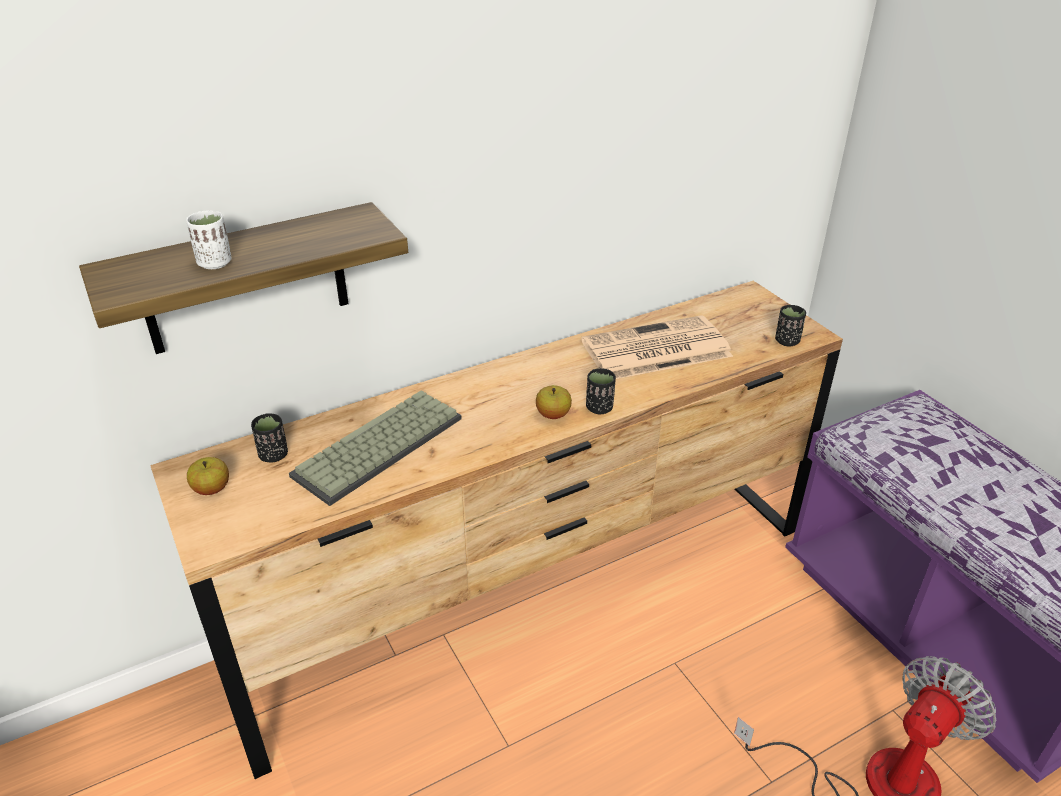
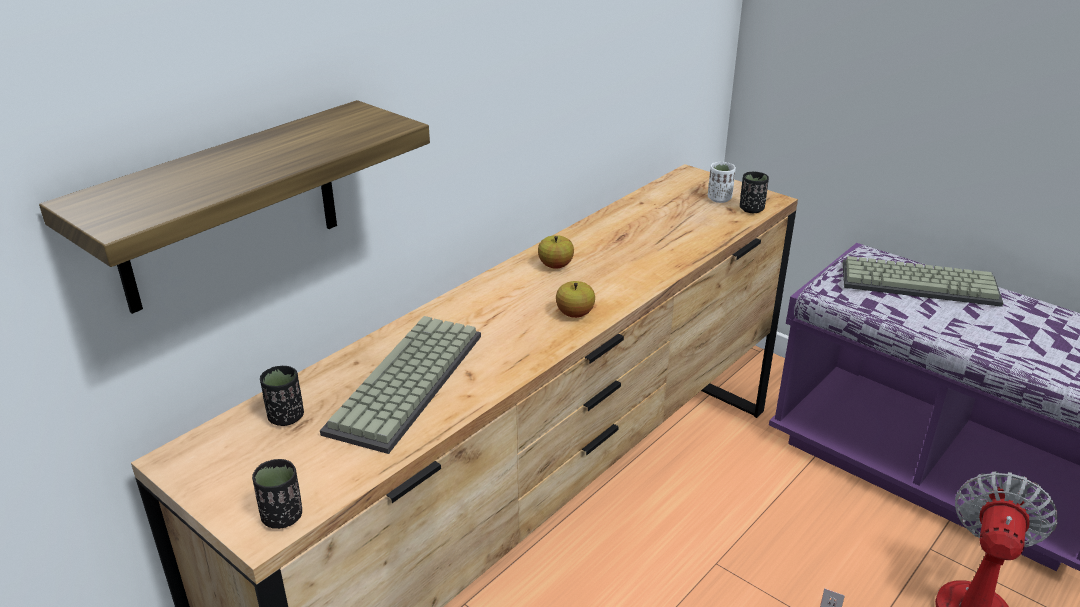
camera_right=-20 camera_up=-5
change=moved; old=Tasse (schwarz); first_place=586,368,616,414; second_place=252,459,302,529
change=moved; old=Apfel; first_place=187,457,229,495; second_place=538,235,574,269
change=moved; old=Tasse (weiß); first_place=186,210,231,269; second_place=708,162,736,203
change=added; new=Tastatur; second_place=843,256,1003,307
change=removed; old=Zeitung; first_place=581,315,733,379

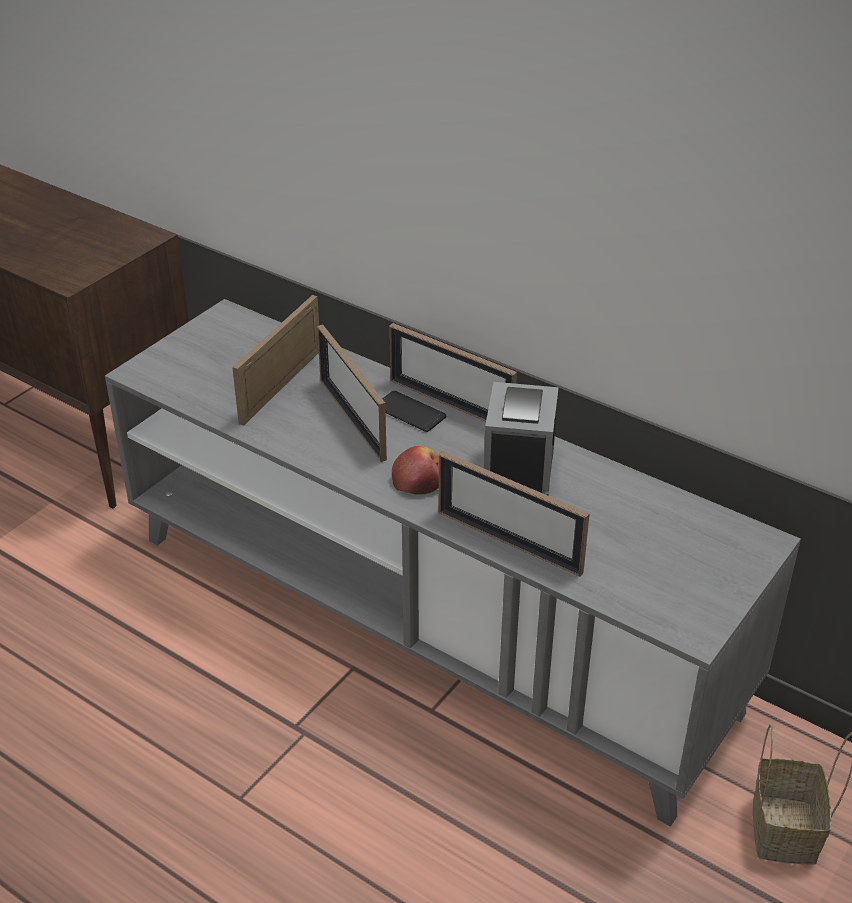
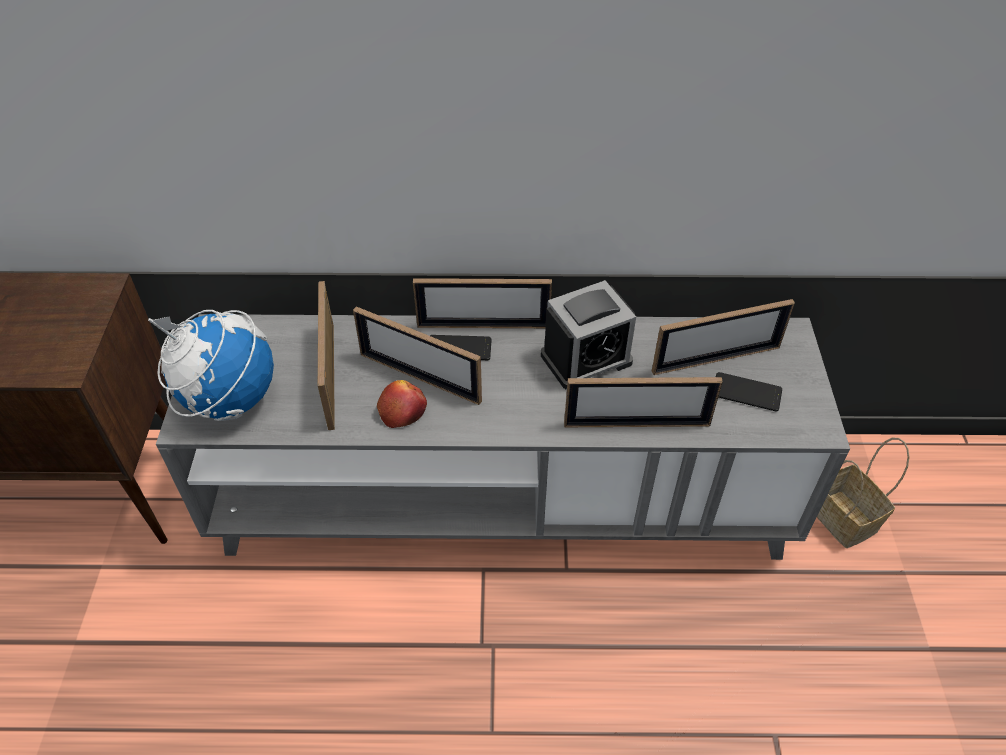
camera_right=-35 camera_up=10
change=added; new=Globus; second_place=148,310,274,421
change=moved; old=Apfel; first_place=392,446,439,495; second_place=377,380,427,428
change=turned; old=Wecker; first_place=484,382,559,495; second_place=541,280,636,390; degrees=-90
change=added; new=Bilderrahmen; second_place=652,299,795,375
change=added; new=Handy; second_place=716,372,782,412

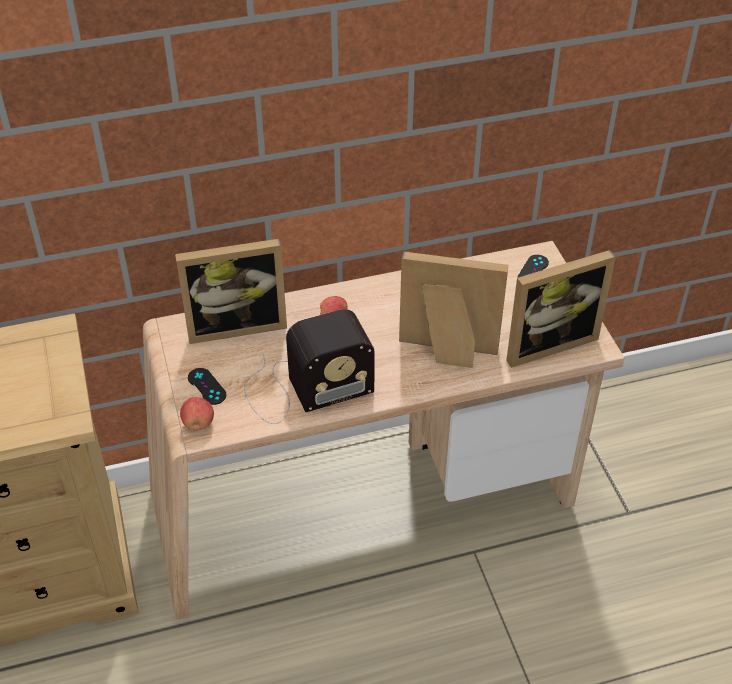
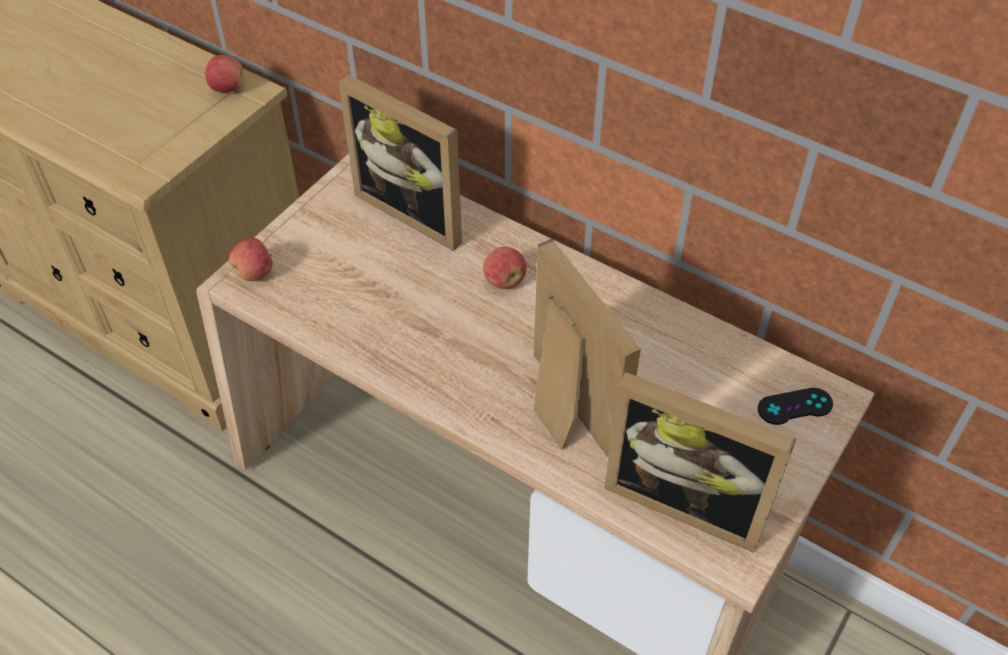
camera_right=50 camera_up=5
change=added; new=Apfel; second_place=205,55,243,93
change=removed; old=Gamepad (schwarz); first_place=188,368,226,405
change=removed; old=Radio; first_place=244,309,375,424

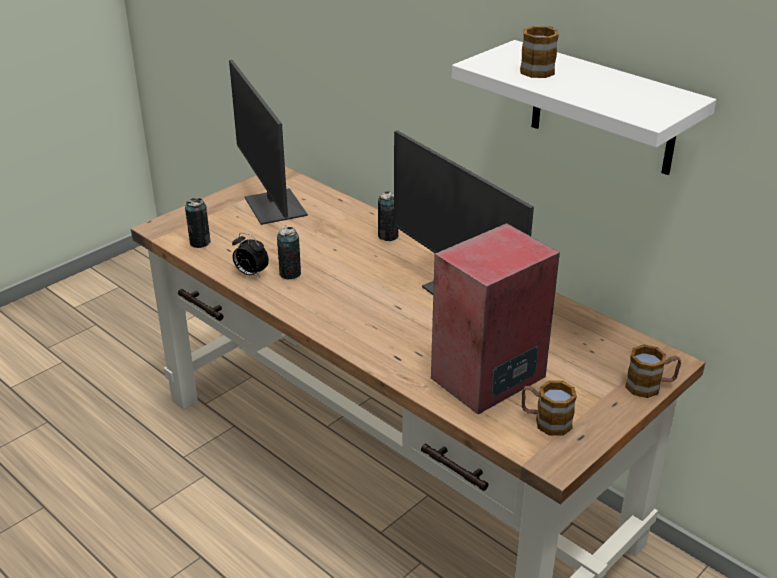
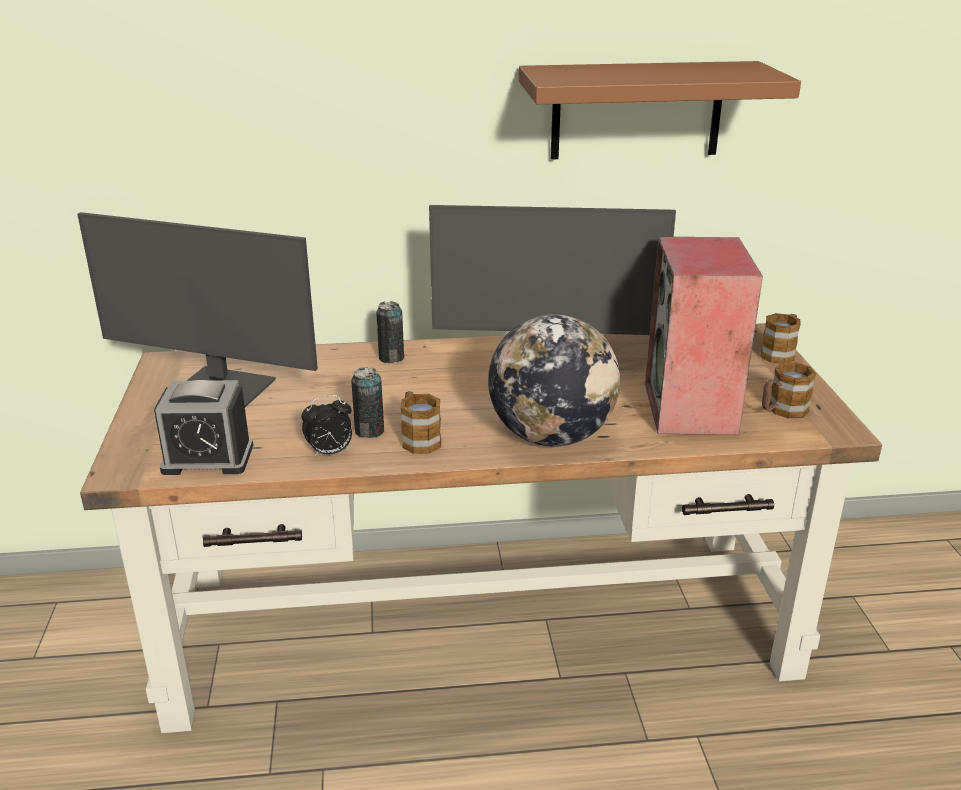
camera_right=-50 camera_up=-5
change=replaced; old=Dose; new=Wecker; first_place=185,198,211,248; second_place=154,380,253,475
change=moved; old=Henkelbecher; first_place=520,26,559,78; second_place=401,391,441,454
change=added; new=Globus; second_place=488,314,620,446
change=recoloured; old=Wandregal (weiß); new=Wandregal (braun); first_place=452,40,716,175; second_place=519,61,801,160

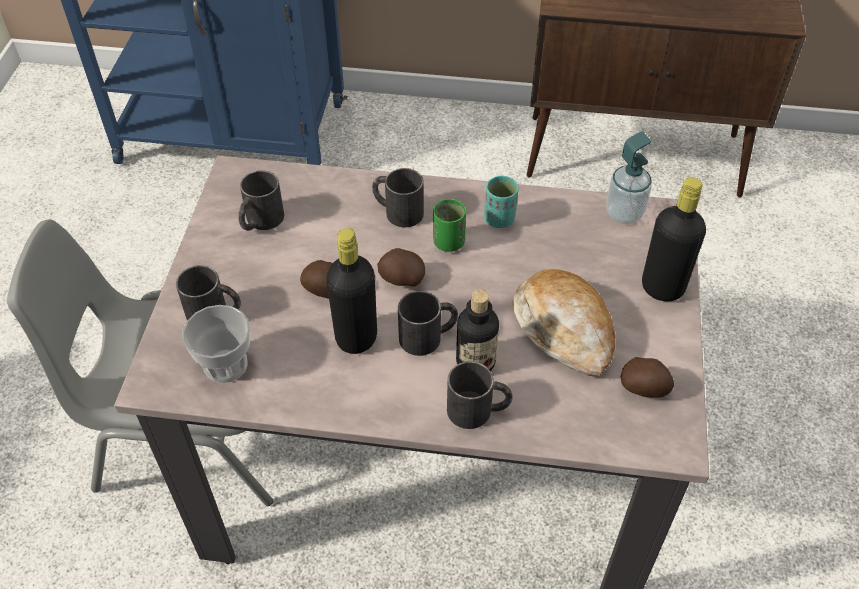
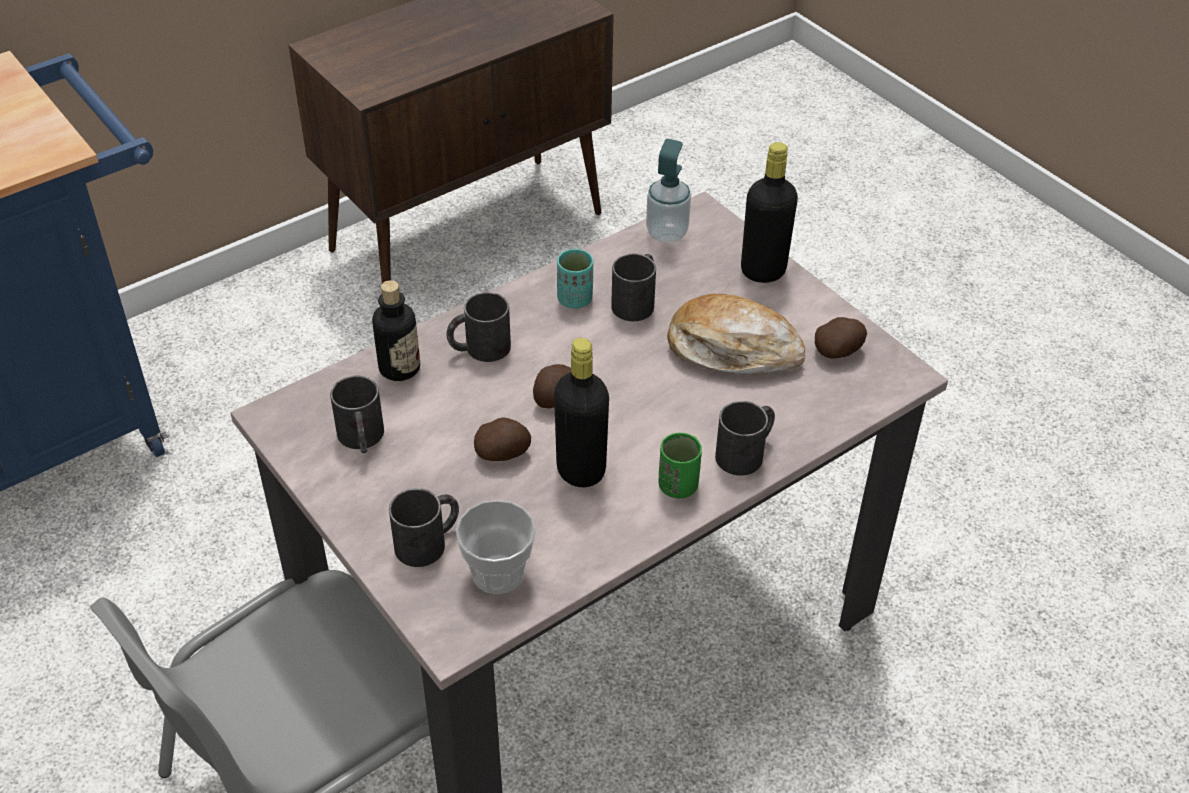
camera_right=-45 camera_up=-5
change=moved; old=Flasche; first_place=456,290,499,371; second_place=372,280,420,381
change=moved; old=Henkelbecher (schwarz); first_place=398,291,458,356; second_place=611,253,656,321
change=moved; old=Tasse (grün); first_place=433,199,466,252; second_place=658,433,702,499

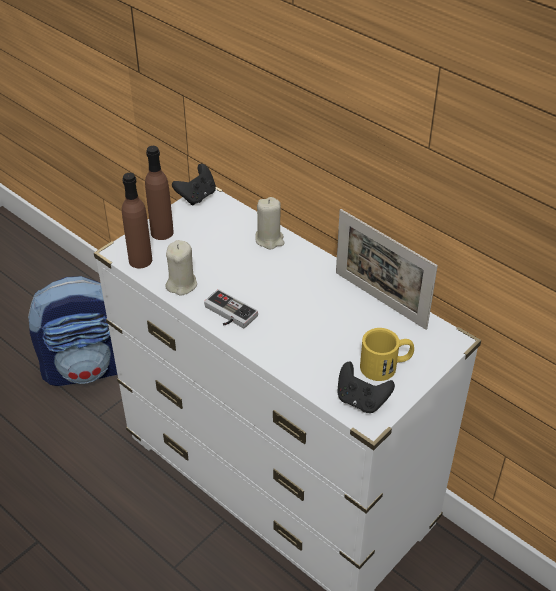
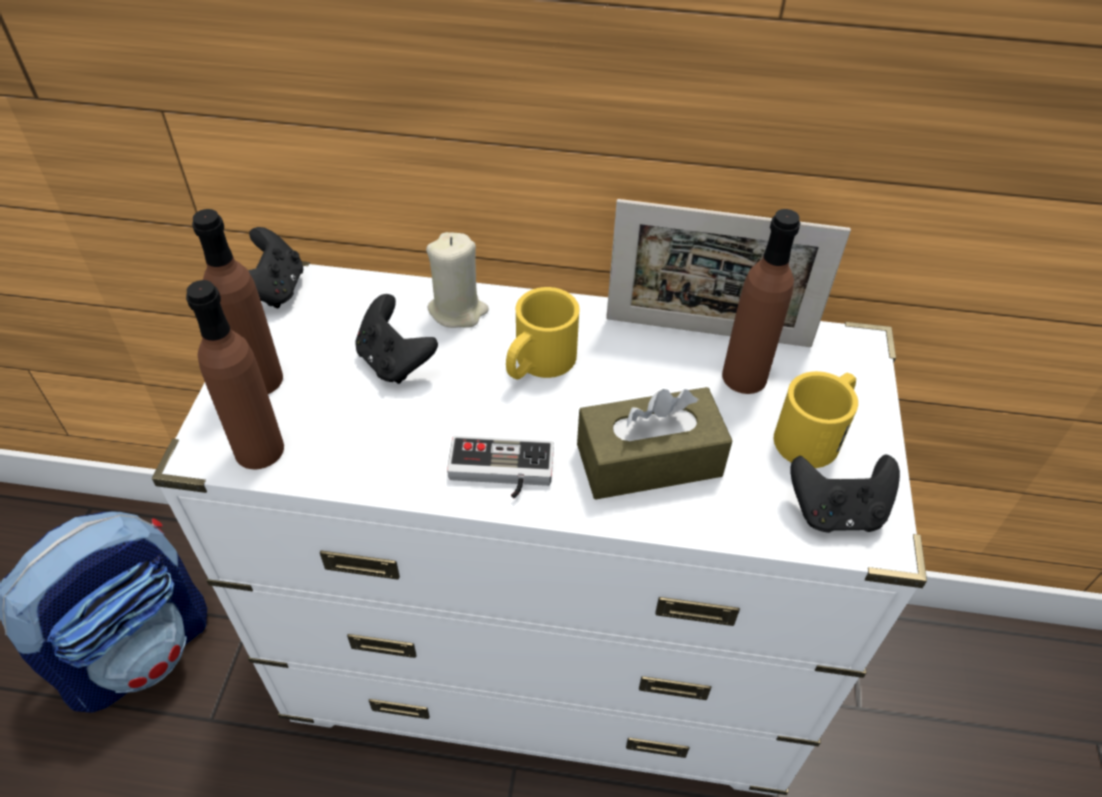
camera_right=-35 camera_up=5
change=added; new=Gamepad (schwarz); second_place=355,294,438,384
change=added; new=Henkelbecher (gelb); second_place=506,287,580,379
change=added; new=Taschentuchbox (braun); second_place=577,387,732,499
change=added; new=Flasche (braun); second_place=722,209,800,394
change=removed; old=Kerze (beige); first_place=165,240,197,296

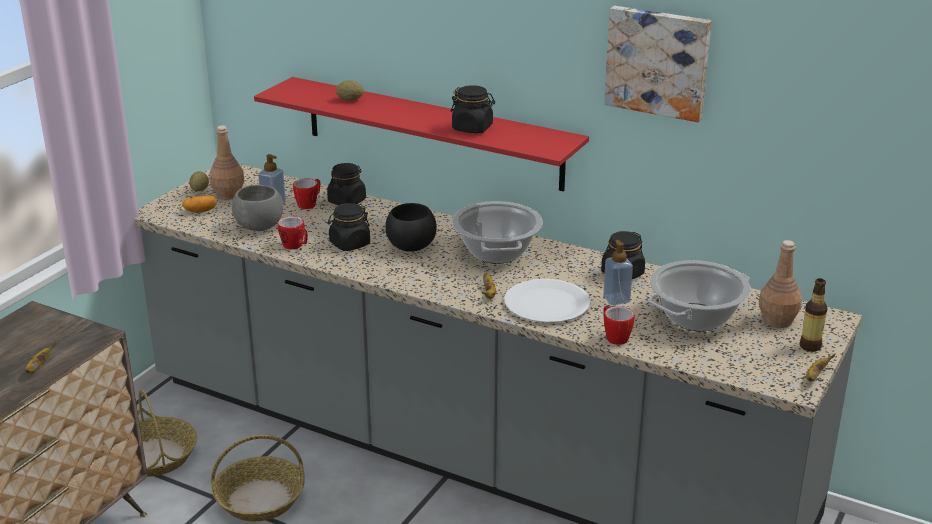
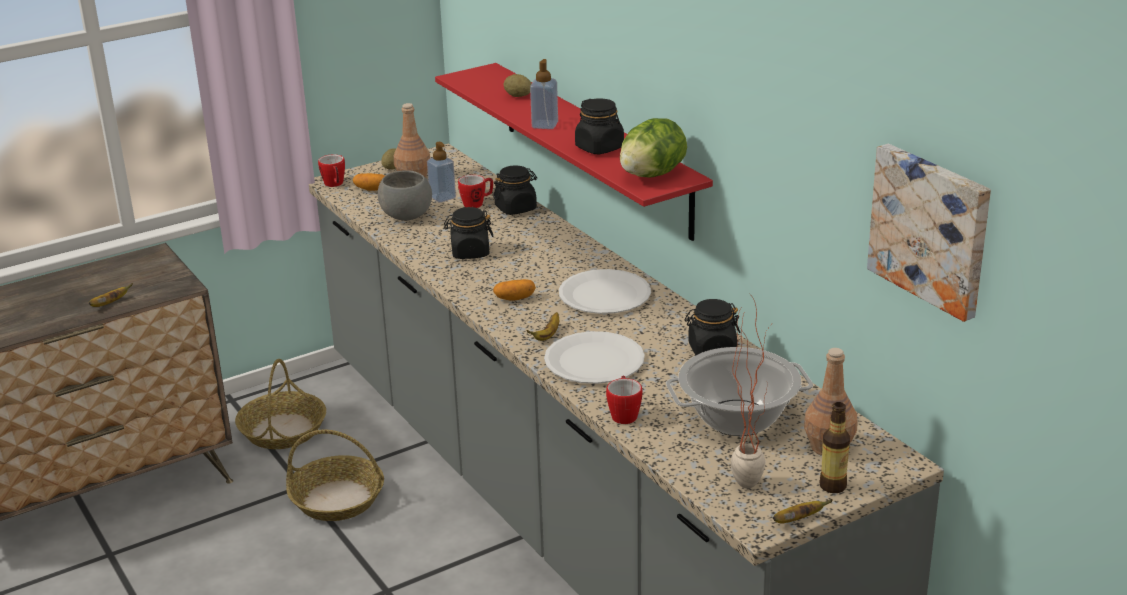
camera_right=30 camera_up=0
change=moved; old=Henkelbecher; first_place=278,216,308,249; second_place=318,154,345,187
change=added; new=Kartoffel; second_place=493,279,536,301
change=moved; old=Seifenspender; first_place=603,240,633,305; second_place=530,59,558,129
change=replaced; old=Kochtopf; new=Teller (weiß); first_place=452,201,543,264; second_place=559,269,651,314
change=added; new=Salatkopf; second_place=620,118,687,177
change=added; new=Topfpflanze; second_place=731,294,771,489
change=moved; old=Bild; first_place=604,6,712,122; second_place=867,144,991,322
change=removed; old=Schüssel (schwarz); first_place=385,203,437,252

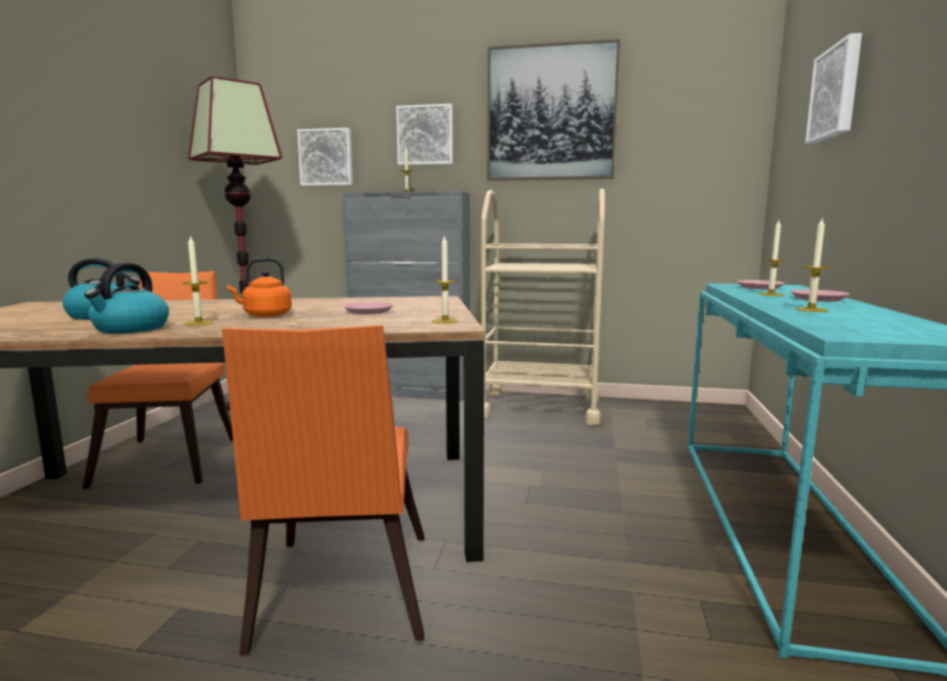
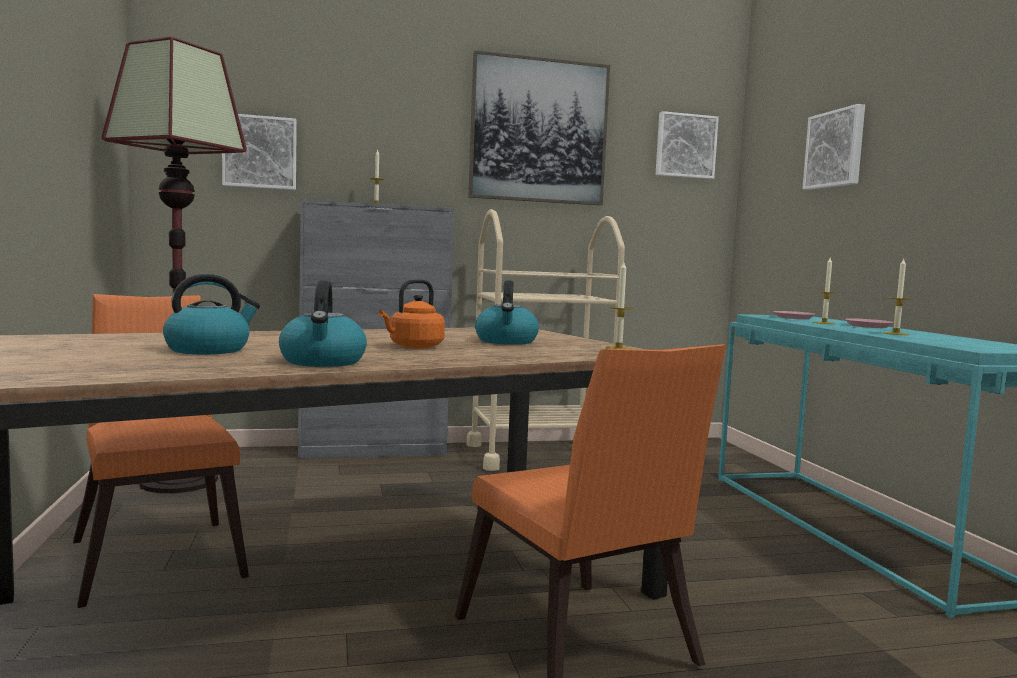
camera_right=-25 camera_up=-5
change=replaced; old=Teller (rosa); new=Wasserkessel; first_place=343,302,393,314; second_place=475,280,539,345
change=moved; old=Bild; first_place=396,104,453,165; second_place=655,111,719,179
change=removed; old=Kerze; first_place=182,235,214,326

